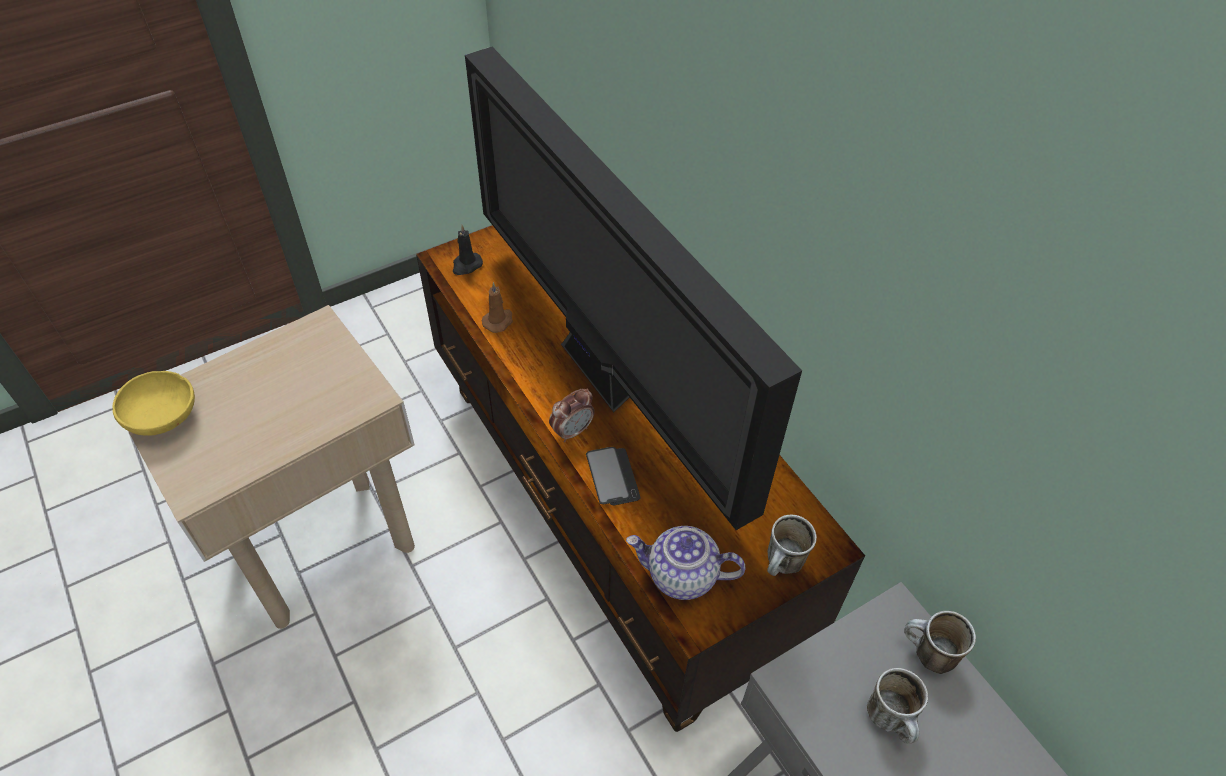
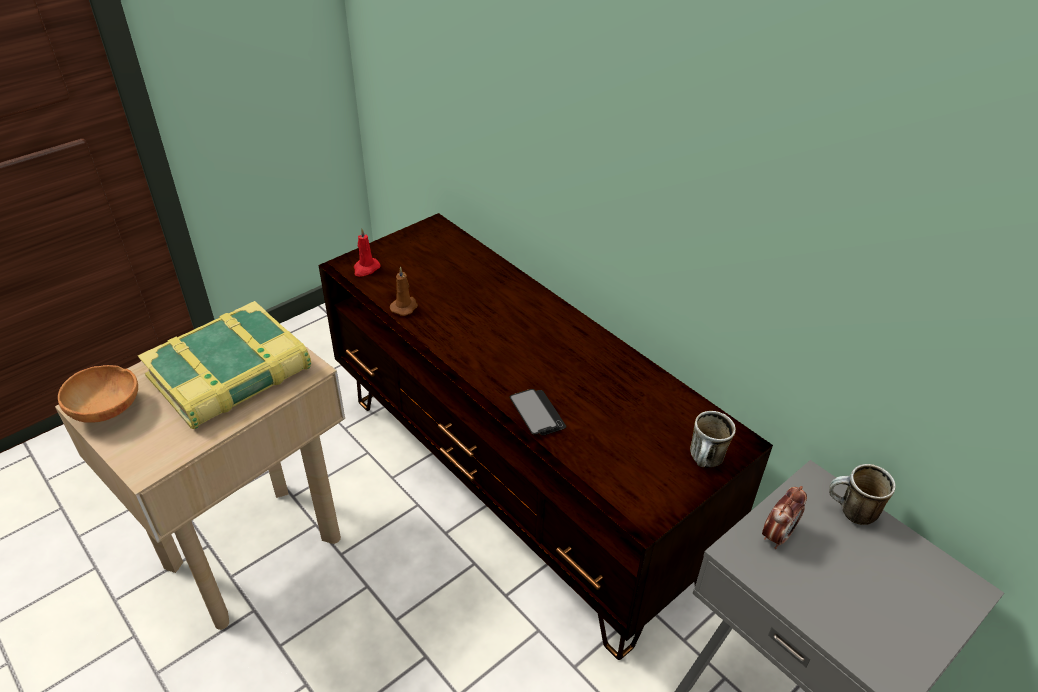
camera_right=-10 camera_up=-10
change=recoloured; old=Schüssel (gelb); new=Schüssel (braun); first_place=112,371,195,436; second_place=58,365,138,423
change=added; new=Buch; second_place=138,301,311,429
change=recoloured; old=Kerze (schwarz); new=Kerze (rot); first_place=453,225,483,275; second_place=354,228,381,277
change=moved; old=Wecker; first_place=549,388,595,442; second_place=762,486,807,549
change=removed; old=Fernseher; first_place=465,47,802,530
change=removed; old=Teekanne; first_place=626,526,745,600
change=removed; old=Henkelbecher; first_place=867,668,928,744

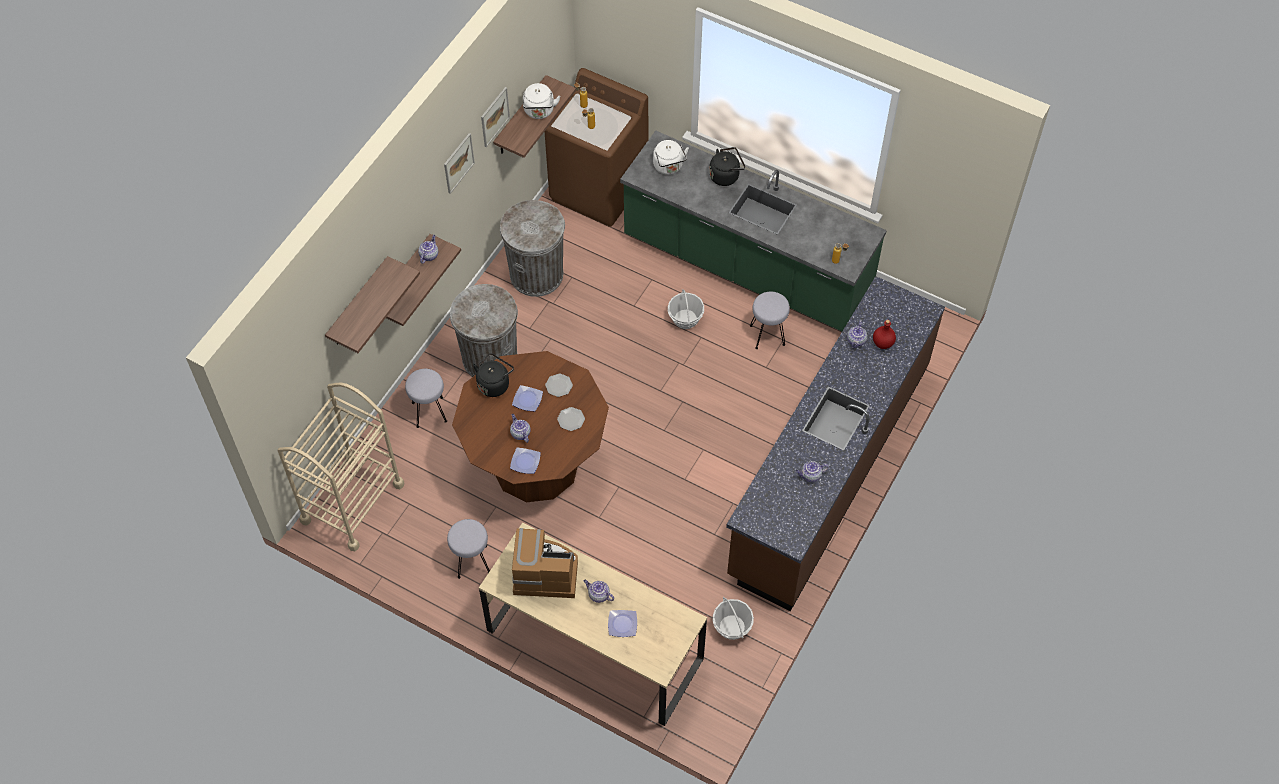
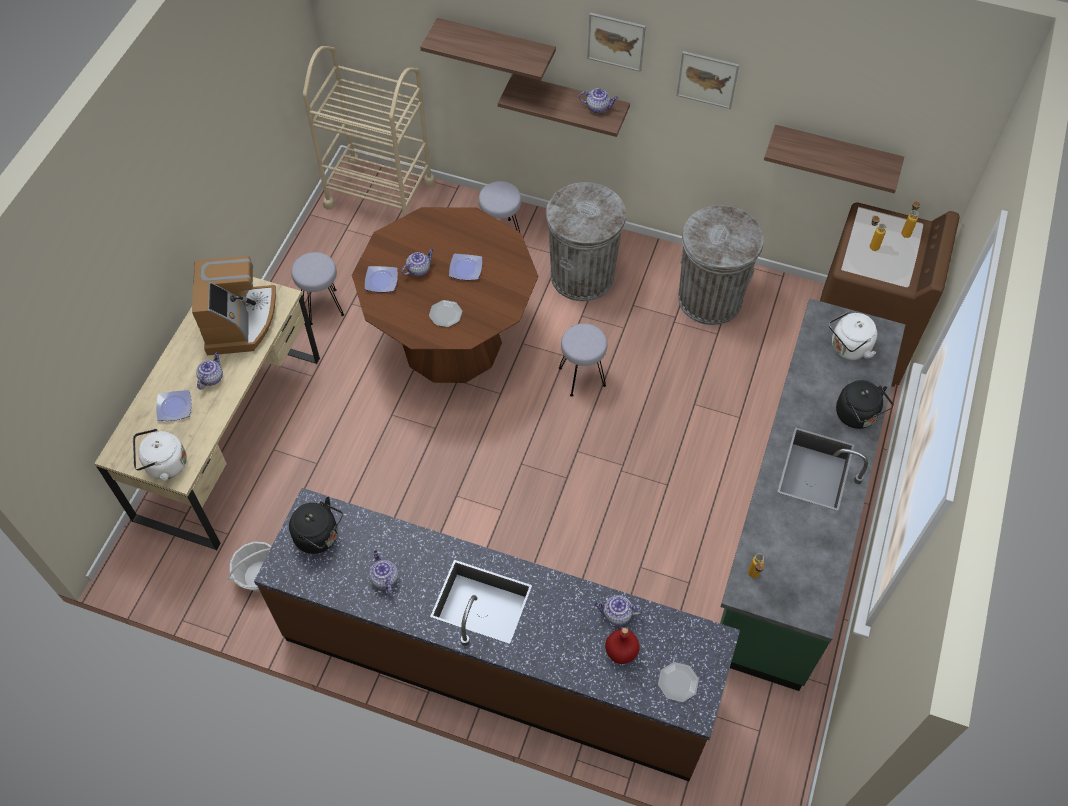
camera_right=80 camera_up=0
change=moved; old=Wasserkessel (weiß); first_place=523,83,560,119; second_place=133,428,187,481
change=moved; old=Wasserkessel (schwarz); first_place=473,354,514,397; second_place=289,497,343,554
change=moved; old=Hocker (grau); first_place=750,292,790,349; second_place=559,323,607,397
change=moved; old=Bild; first_place=481,87,510,147; second_place=587,13,646,72
change=moved; old=Teller; first_place=545,374,573,397; second_place=658,662,699,702
change=removed; old=Korb; first_place=668,289,704,329

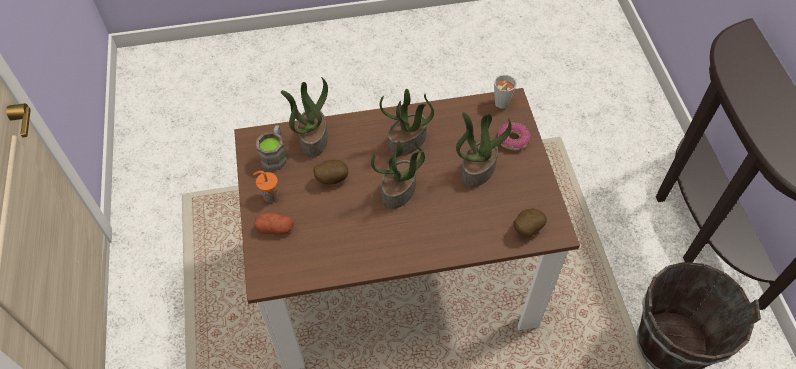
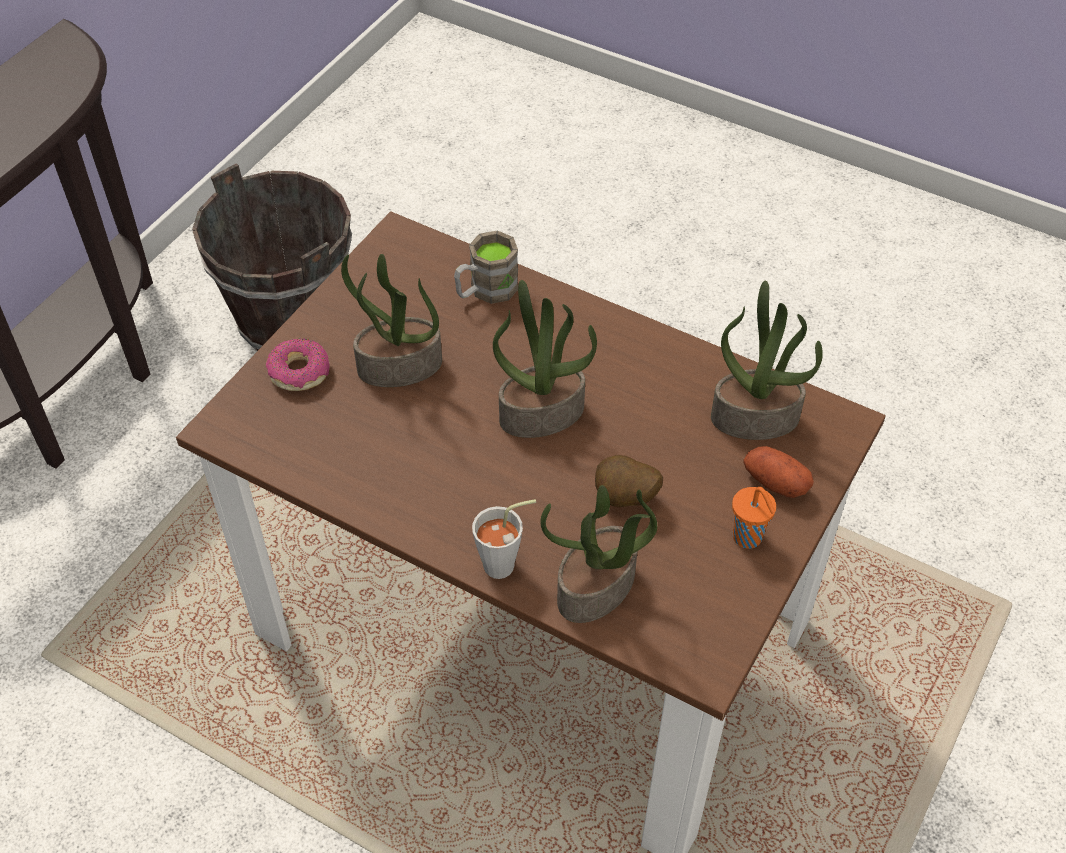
camera_right=-140 camera_up=-5
change=moved; old=Henkelbecher (braun); first_place=256,125,287,171; second_place=454,231,518,304
change=moved; old=Tasse (grau); first_place=494,74,517,109; second_place=472,499,536,579
change=moved; old=Topfpflanze; first_place=380,89,434,156; second_place=711,281,823,440
change=removed; old=Kartoffel; first_place=513,208,547,237

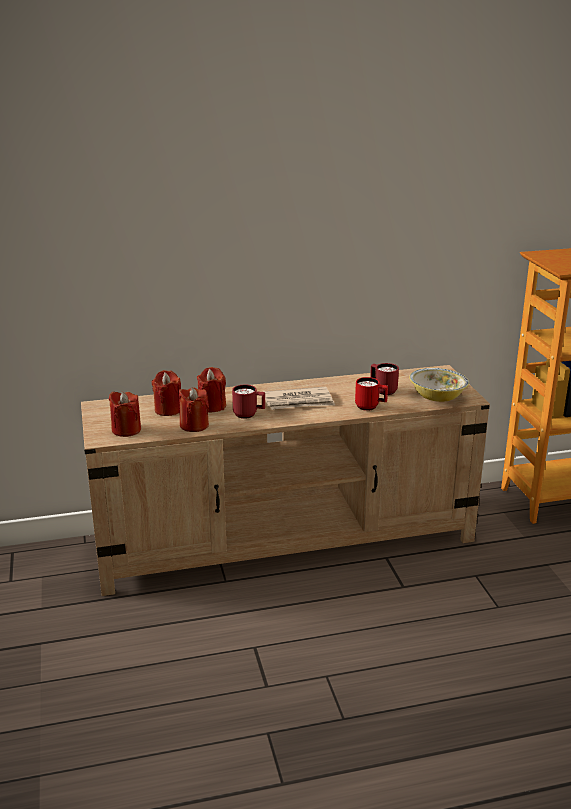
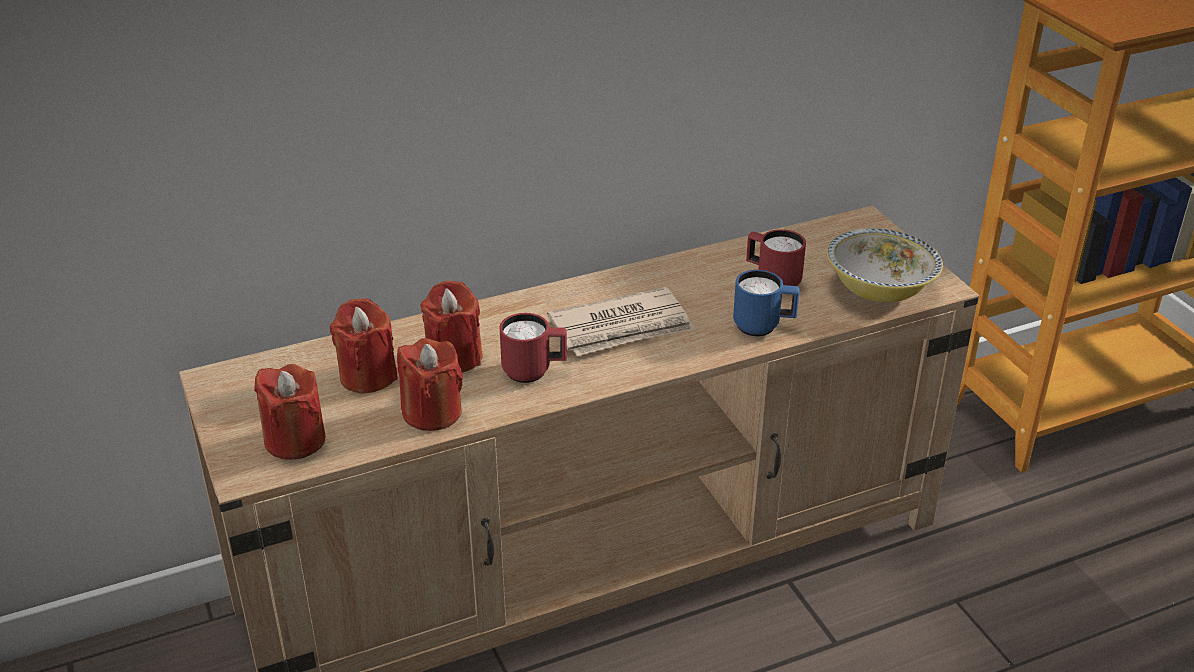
camera_right=-10 camera_up=10
change=recoloured; old=Henkelbecher (rot); new=Henkelbecher (blau); first_place=355,377,388,411; second_place=733,270,800,336

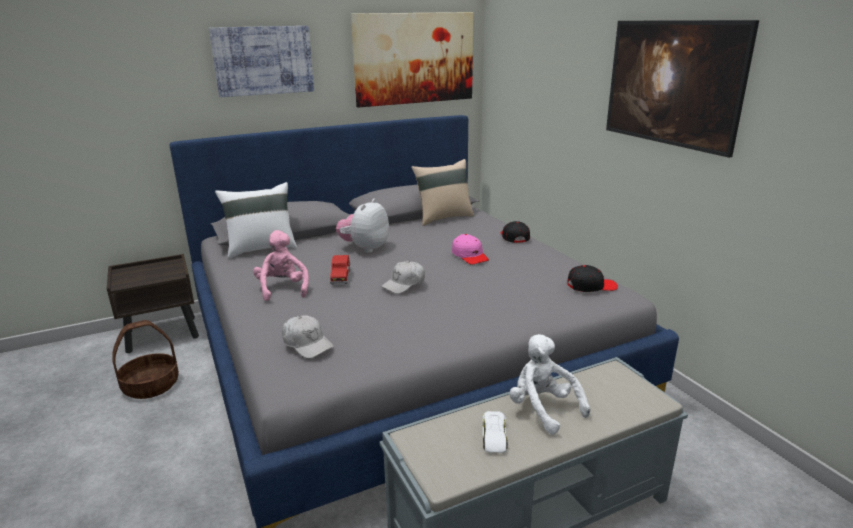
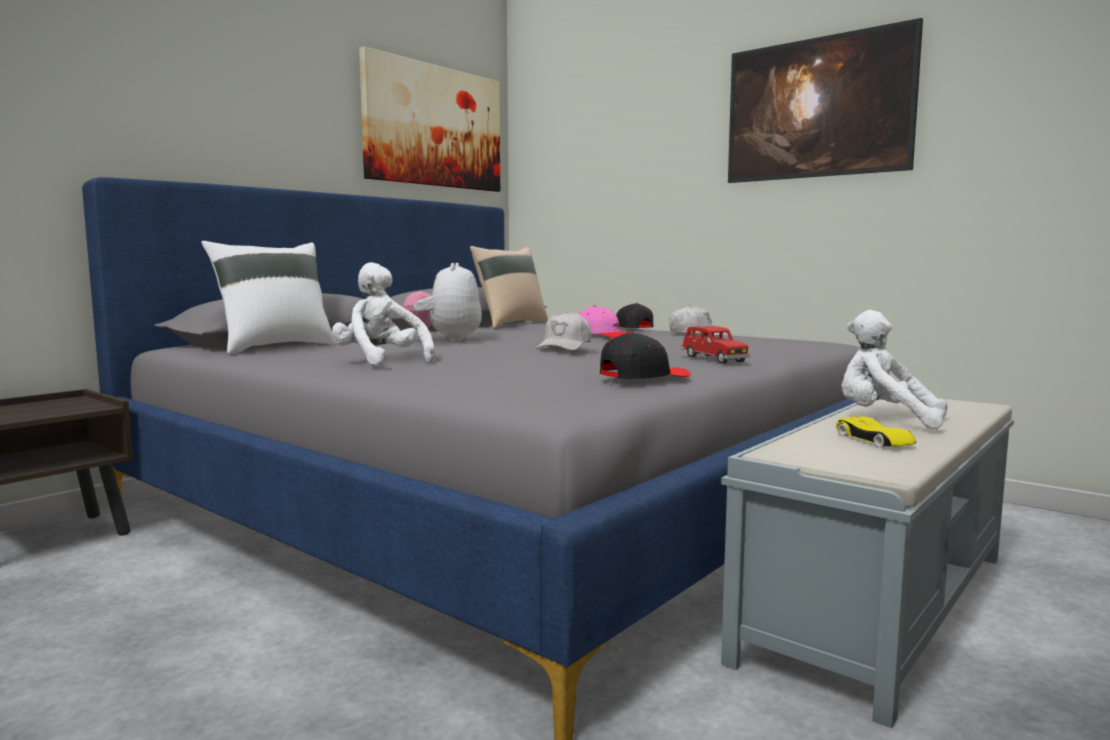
camera_right=-25 camera_up=-15
change=recoloured; old=Plüschtier (rosa); new=Plüschtier (weiß); first_place=253,230,309,301; second_place=332,262,435,366
change=moved; old=Kappe (schwarz); first_place=567,265,618,292; second_place=600,332,691,379
change=moved; old=Kappe (weiß); first_place=282,315,334,359; second_place=669,305,724,336
change=moved; old=Spielzeugauto (rot); first_place=330,255,350,284; second_place=680,326,750,364
change=recoloured; old=Spielzeugauto (weiß); new=Spielzeugauto (gelb); first_place=483,411,508,453; second_place=836,416,916,448
change=removed; old=Korb; first_place=112,320,179,399
change=removed; old=Bild; first_place=209,26,314,97

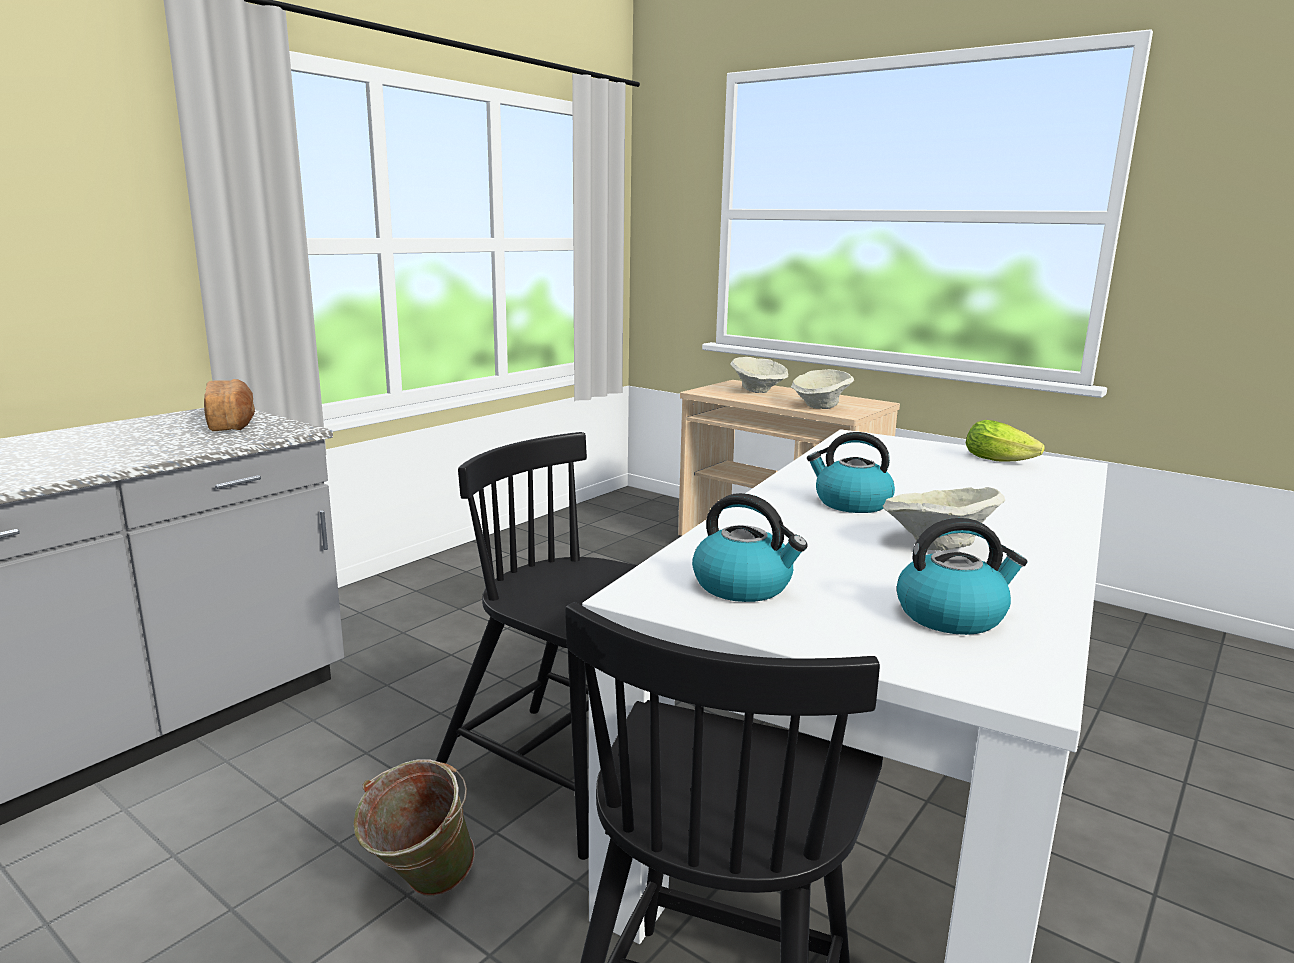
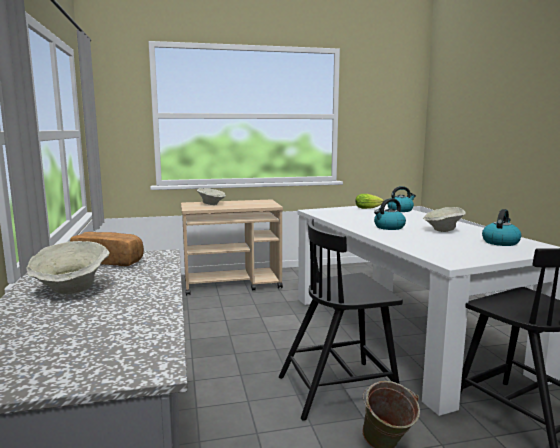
camera_right=-50 camera_up=-5
change=moved; old=Schüssel (beige); first_place=791,369,854,409; second_place=26,241,109,294
change=moved; old=Wasserkessel; first_place=692,493,808,602; second_place=388,186,416,212

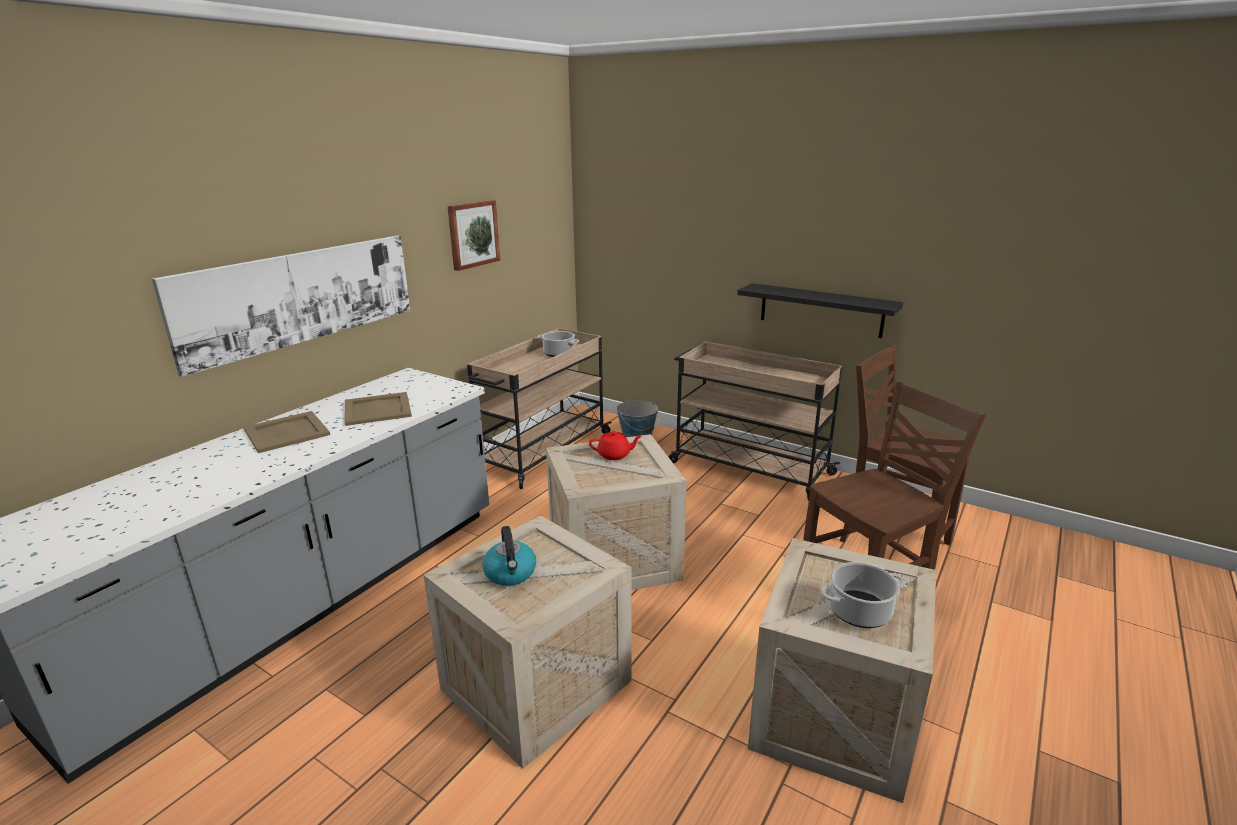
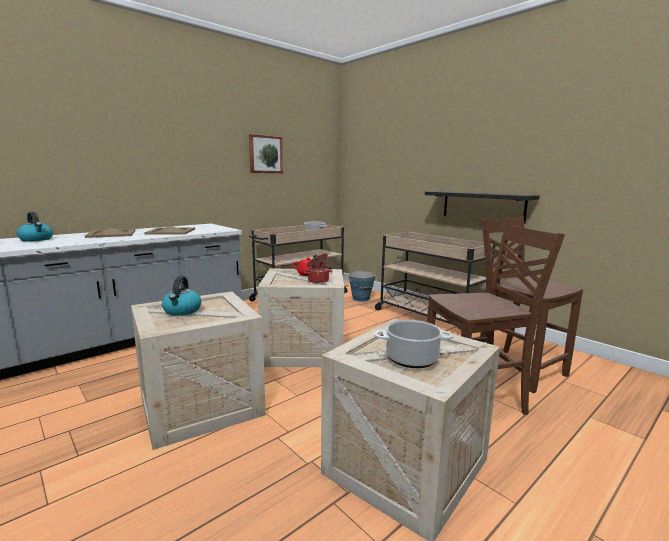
camera_right=15 camera_up=-10
change=added; new=Wasserkessel; second_place=17,212,53,241
change=added; new=Kochtopf; second_place=304,254,333,283
change=removed; old=Bild; first_place=152,236,410,377

